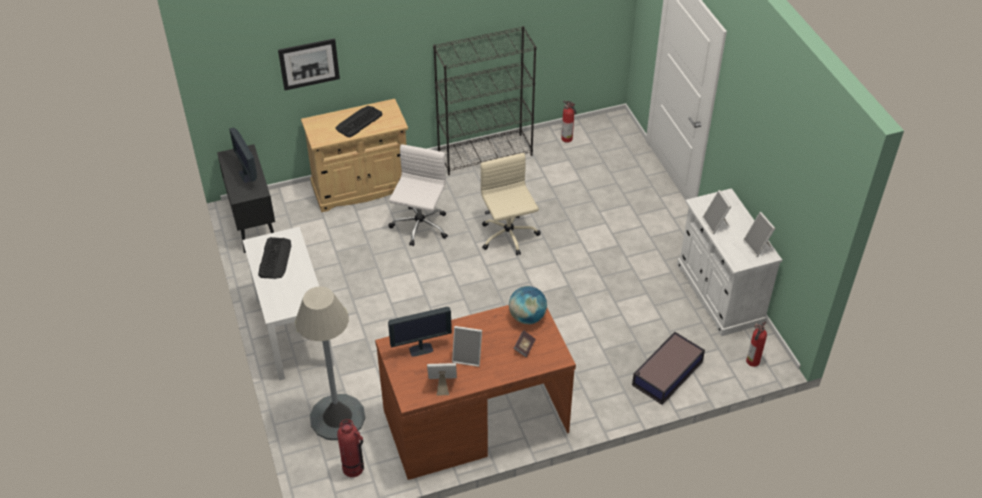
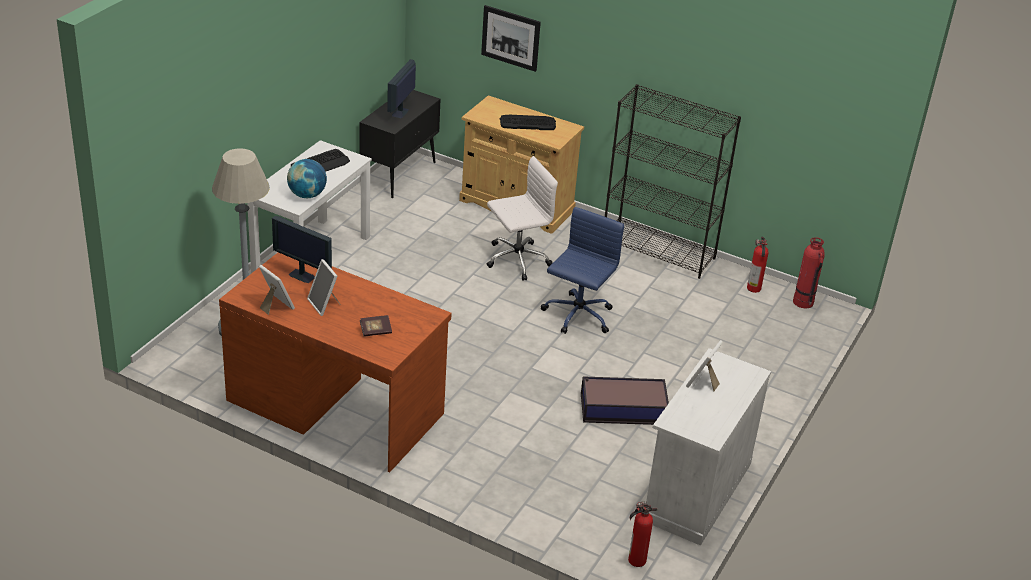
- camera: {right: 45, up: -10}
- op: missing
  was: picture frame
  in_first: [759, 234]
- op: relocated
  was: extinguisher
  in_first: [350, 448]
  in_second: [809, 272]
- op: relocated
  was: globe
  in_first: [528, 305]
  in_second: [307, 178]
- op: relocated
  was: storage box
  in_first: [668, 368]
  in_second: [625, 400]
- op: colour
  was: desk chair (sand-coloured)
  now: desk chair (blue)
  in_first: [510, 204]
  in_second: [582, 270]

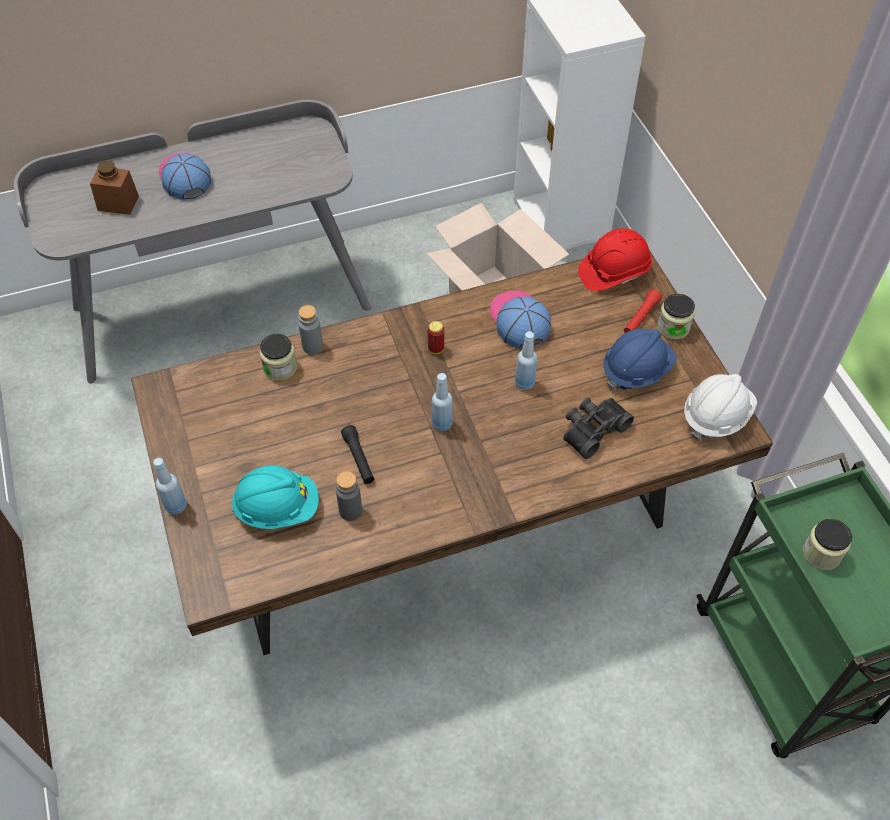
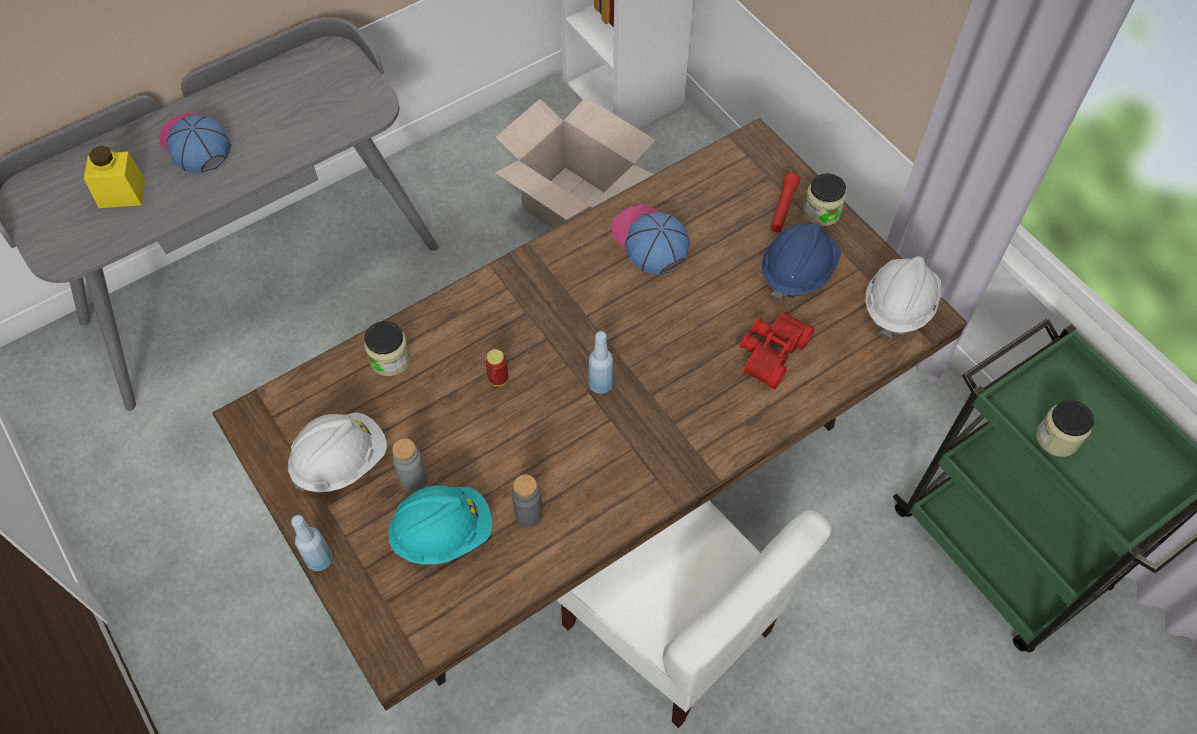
- camera: {right: -15, up: 5}
- op: missing
  was: torch (blackish)
  in_first: [357, 454]
- op: missing
  was: beverage bottle (blue)
  in_first: [526, 360]
- op: missing
  was: safety helmet (red-coloured)
  in_first: [615, 259]
- op: appeared
  now: safety helmet (whitish)
  in_second: [337, 452]
- op: appeared
  now: plain chair (whitish)
  in_second: [695, 614]
- op: relocated
  was: beverage bottle (greyish)
  in_first: [310, 329]
  in_second: [409, 465]
- op: relocated
  was: can
  in_first: [435, 337]
  in_second: [496, 367]
- op: colour
  was: storage jar (brown)
  now: storage jar (yellow-coloured)
  in_first: [114, 188]
  in_second: [114, 176]
- op: colour
  was: pair of binoculars (blackish)
  now: pair of binoculars (red-coloured)
  in_first: [598, 428]
  in_second: [777, 350]

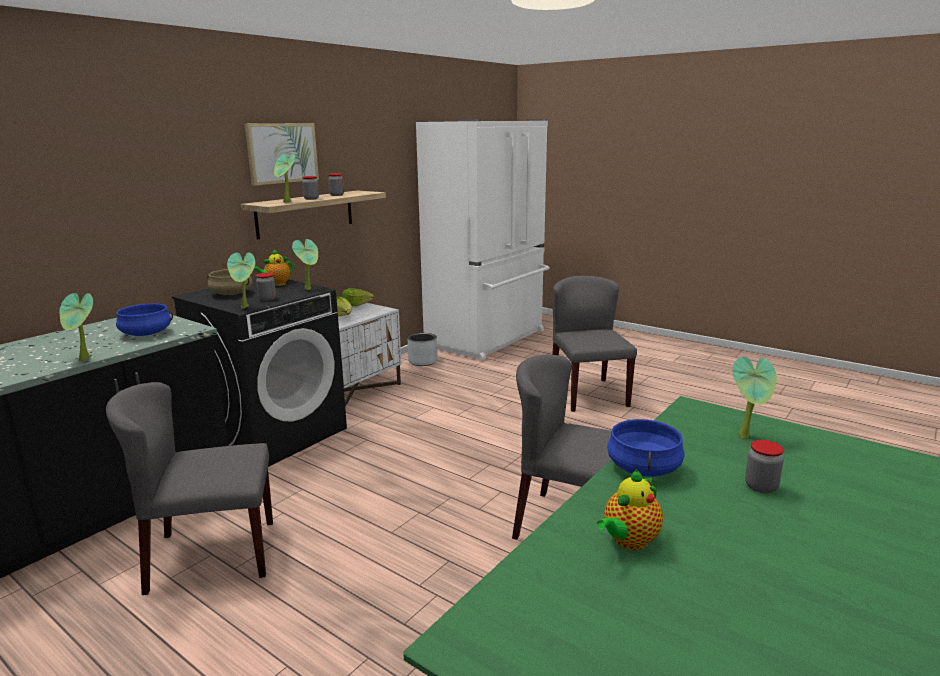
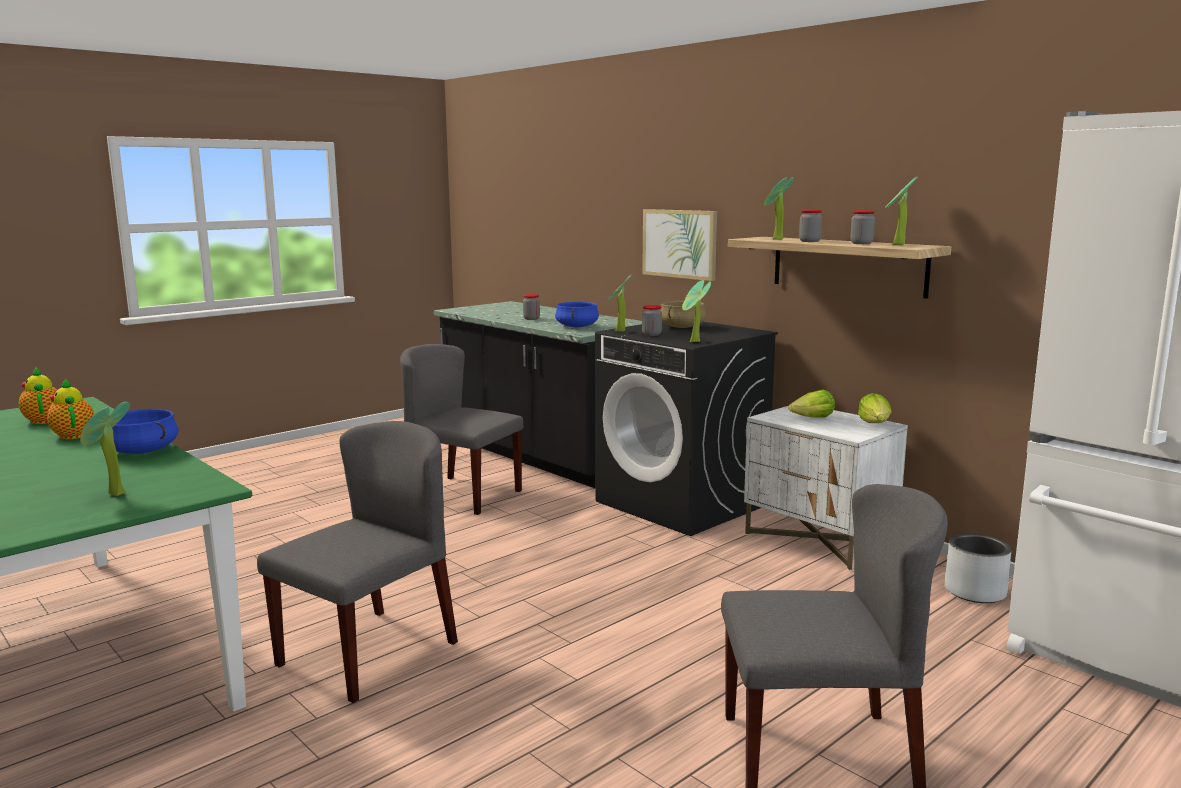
- camera: {right: 100, up: -5}
- op: relocated
  was: houseplant
  in_first: [76, 327]
  in_second: [901, 210]
- op: relocated
  was: picture
  in_first: [281, 154]
  in_second: [679, 245]
- op: relocated
  was: tea pot
  in_first: [274, 267]
  in_second: [37, 395]
- op: relocated
  was: storage jar
  in_first: [764, 467]
  in_second: [531, 307]
- op: spun
  was: plain chair (greyish)
  in_first: [189, 488]
  in_second: [461, 429]
  clockwise: -60

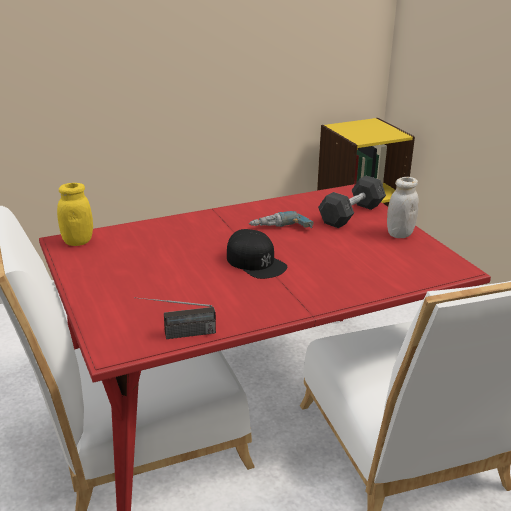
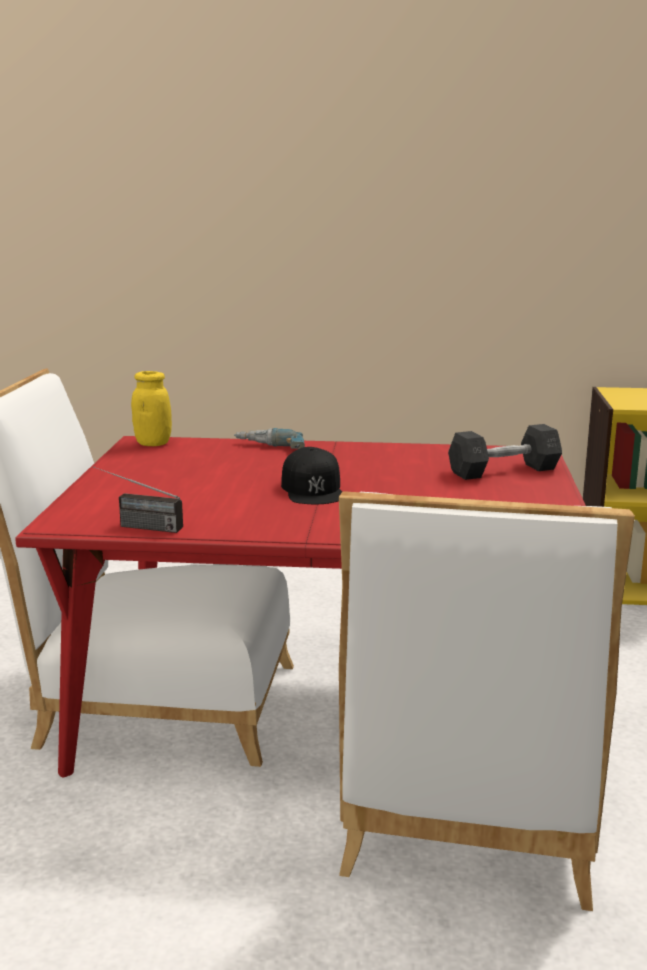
- camera: {right: 30, up: -10}
- op: missing
  was: storage jar (whitish)
  in_first: [403, 207]
- op: relocated
  was: drill
  in_first: [281, 219]
  in_second: [269, 438]

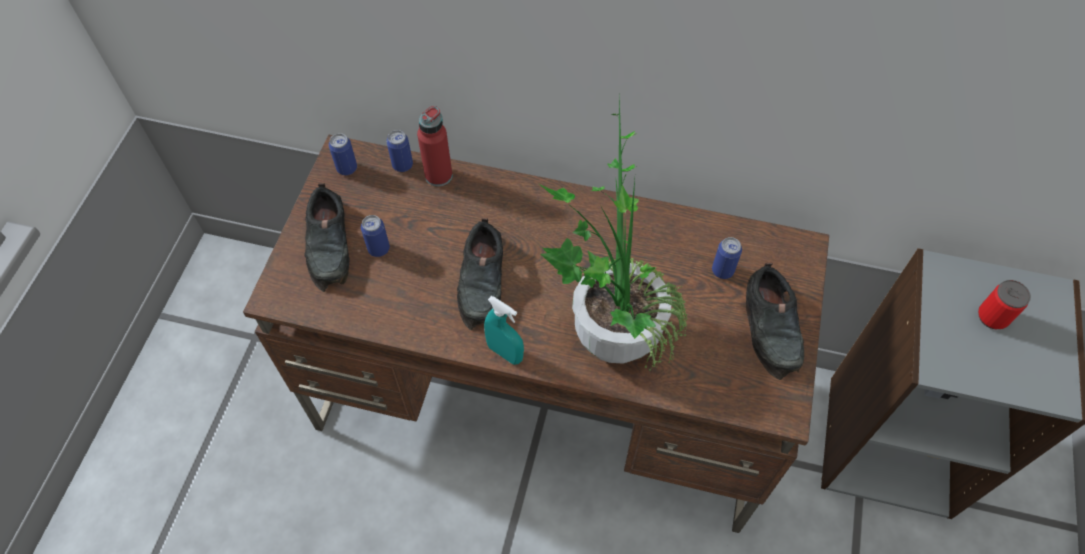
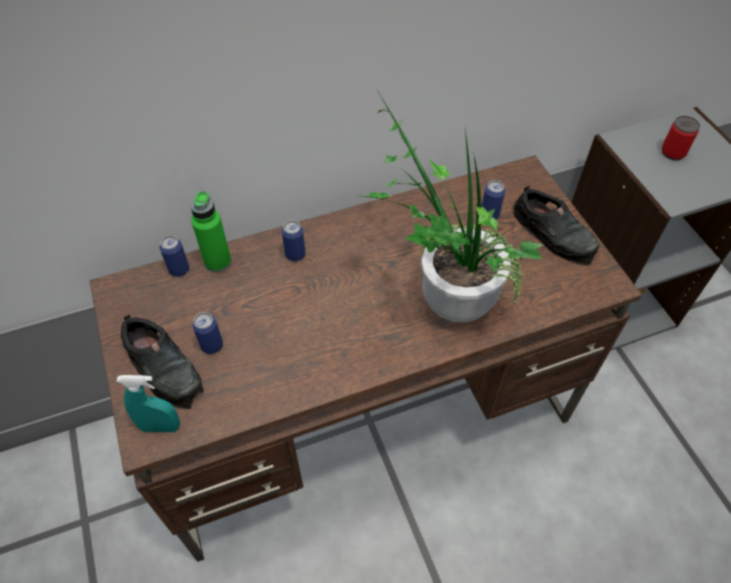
- camera: {right: -35, up: -5}
- op: missing
  was: shoe (blackish)
  in_first: [480, 274]
- op: relocated
  was: can
  in_first: [343, 154]
  in_second: [293, 240]
- op: relocated
  was: spray bottle (turquoise-coloured)
  in_first: [504, 330]
  in_second: [148, 403]
- op: colour
  was: beverage bottle (red-coloured)
  now: beverage bottle (greenish)
  in_first: [435, 146]
  in_second: [211, 231]

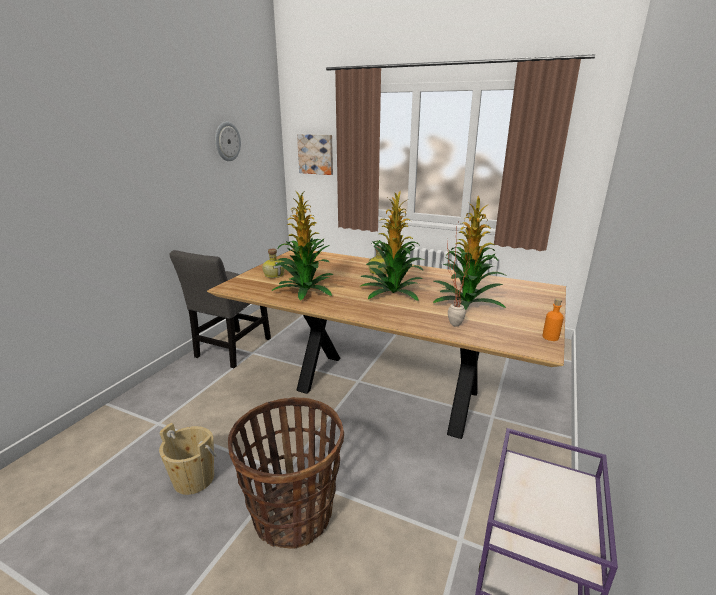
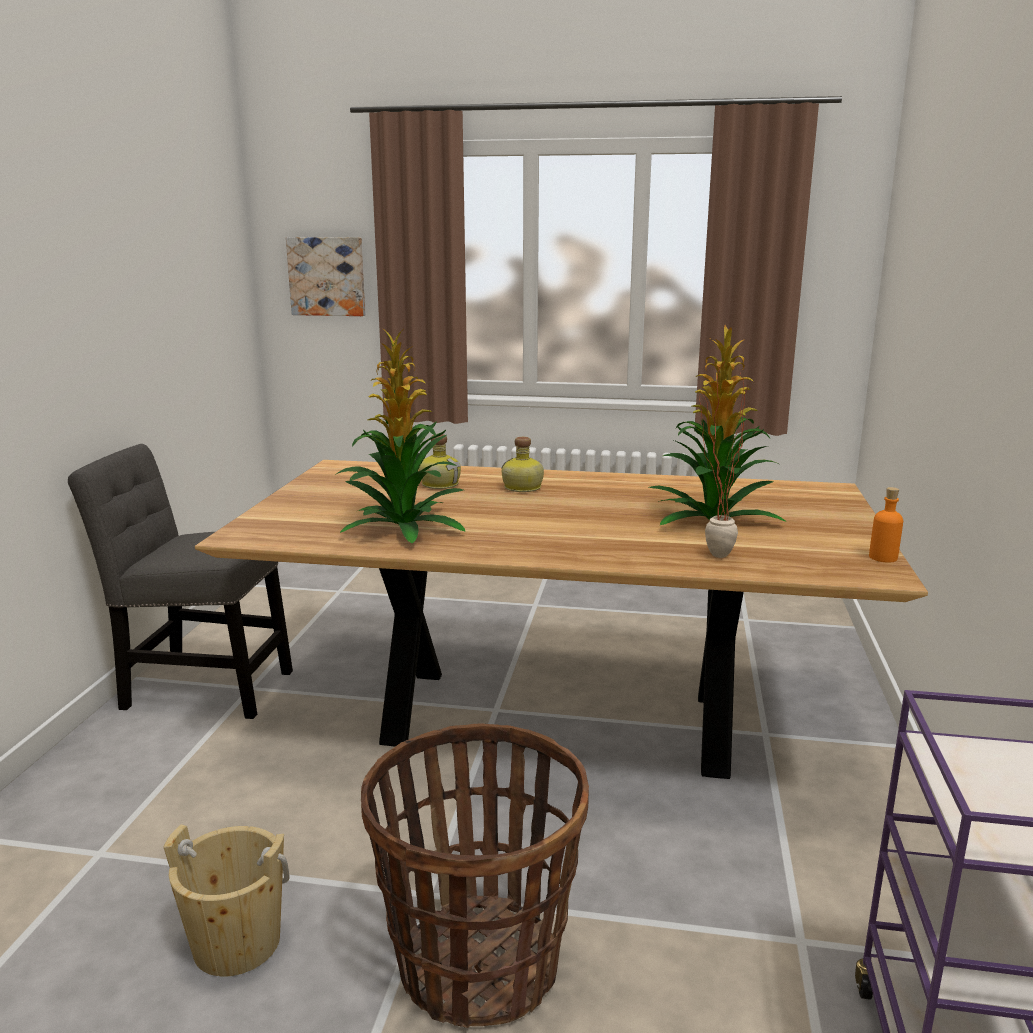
- camera: {right: -15, up: -5}
- op: missing
  was: hanging clock
  in_first: [228, 141]
- op: missing
  was: houseplant
  in_first: [392, 246]
- op: relocated
  was: beverage bottle
  in_first: [273, 263]
  in_second: [440, 461]
- op: spun
  was: plain chair (greyish)
  in_first: [220, 309]
  in_second: [180, 581]
  clockwise: 90

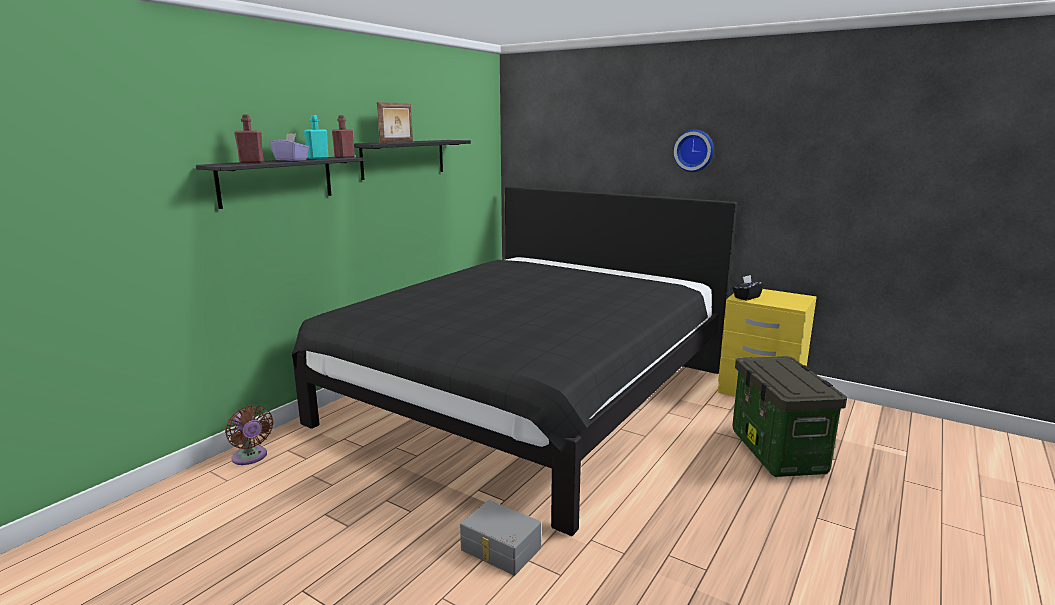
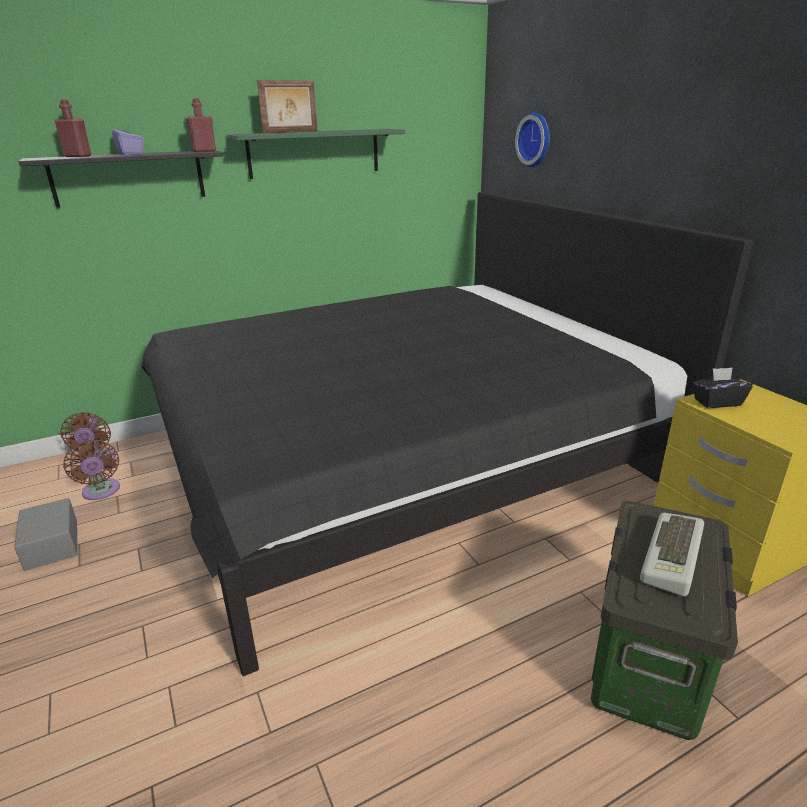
- camera: {right: 30, up: 10}
- op: missing
  was: beverage bottle (turquoise-coloured)
  in_first: [316, 137]
- op: appeared
  now: electric fan (brown)
  in_second: [91, 470]
- op: appeared
  now: keyboard
  in_second: [672, 554]
- op: relocated
  was: storage box (greyish)
  in_first: [500, 537]
  in_second: [45, 534]
- op: relocated
  was: hanging clock
  in_first: [693, 151]
  in_second: [532, 139]
- op: colour
  was: wall shelf (blackish)
  now: wall shelf (greenish)
  in_first: [412, 160]
  in_second: [316, 154]

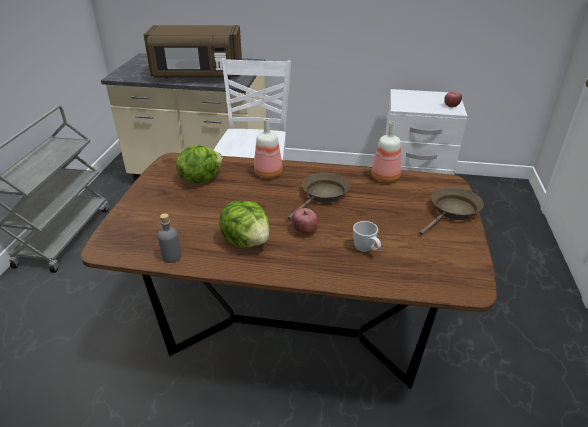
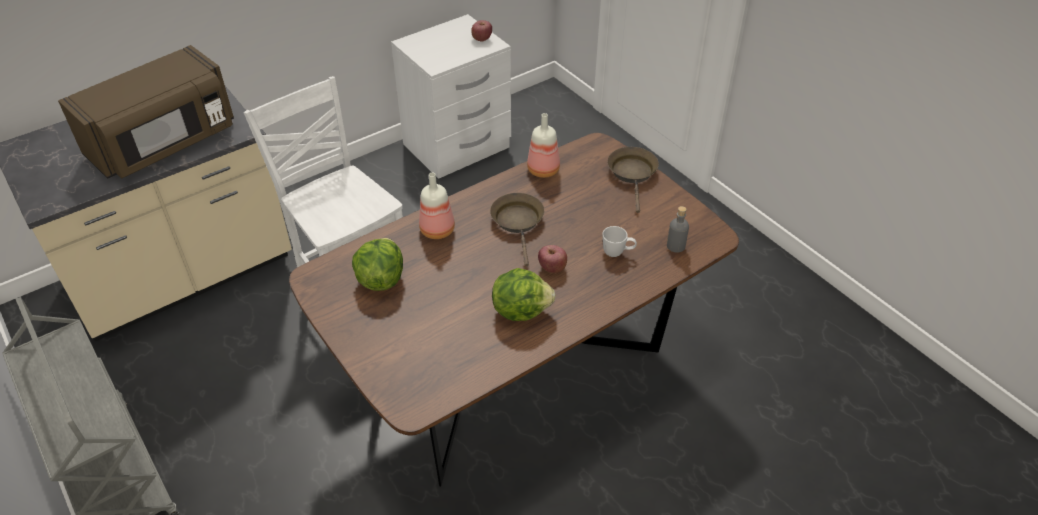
- camera: {right: -45, up: 10}
- op: relocated
  was: beverage bottle (greyish)
  in_first: [169, 238]
  in_second: [678, 229]

